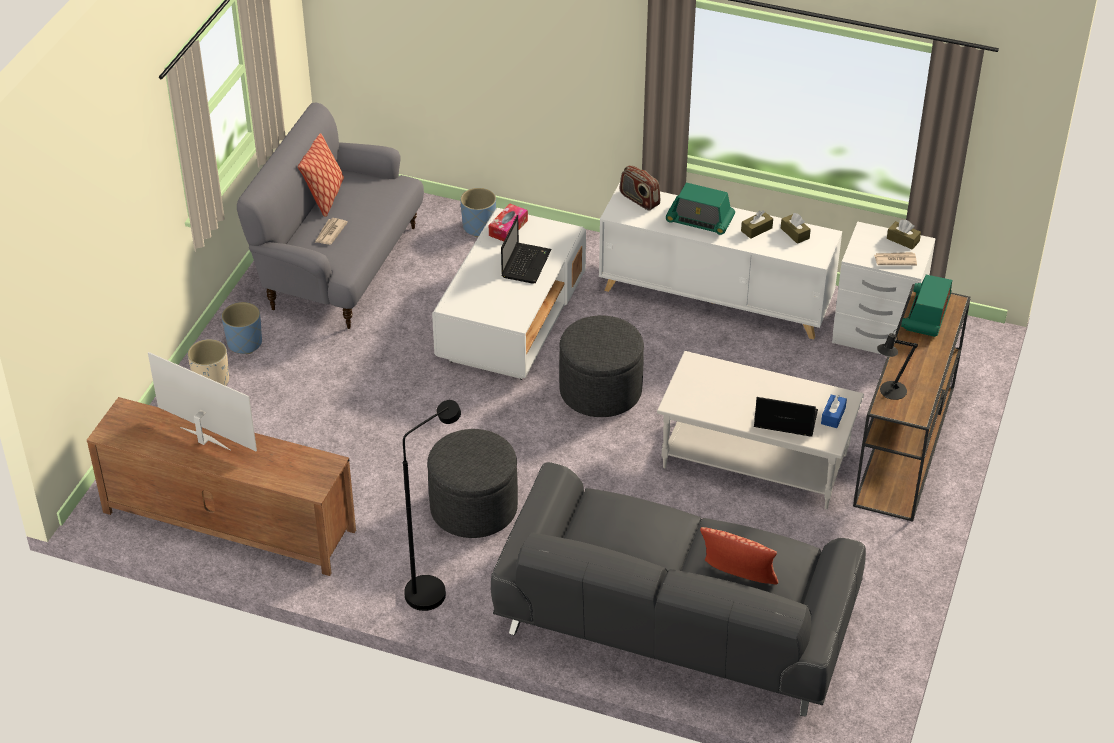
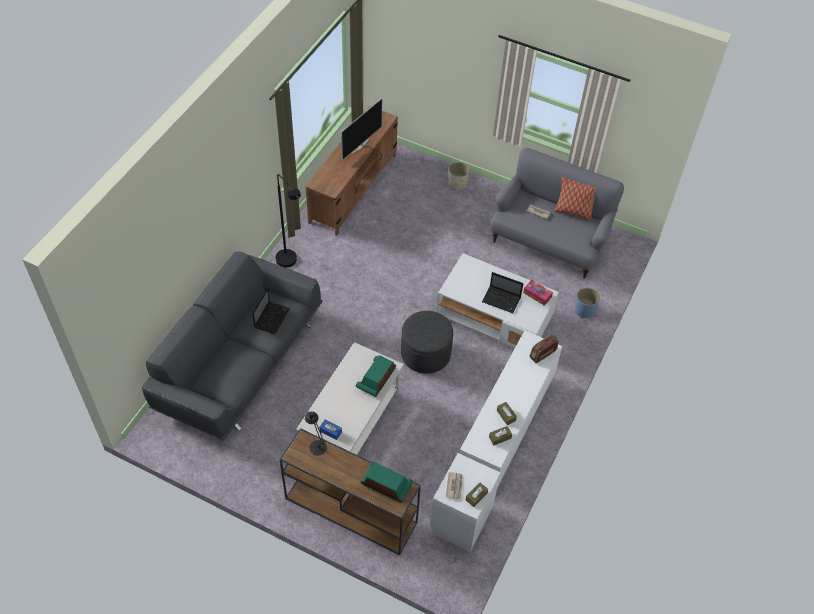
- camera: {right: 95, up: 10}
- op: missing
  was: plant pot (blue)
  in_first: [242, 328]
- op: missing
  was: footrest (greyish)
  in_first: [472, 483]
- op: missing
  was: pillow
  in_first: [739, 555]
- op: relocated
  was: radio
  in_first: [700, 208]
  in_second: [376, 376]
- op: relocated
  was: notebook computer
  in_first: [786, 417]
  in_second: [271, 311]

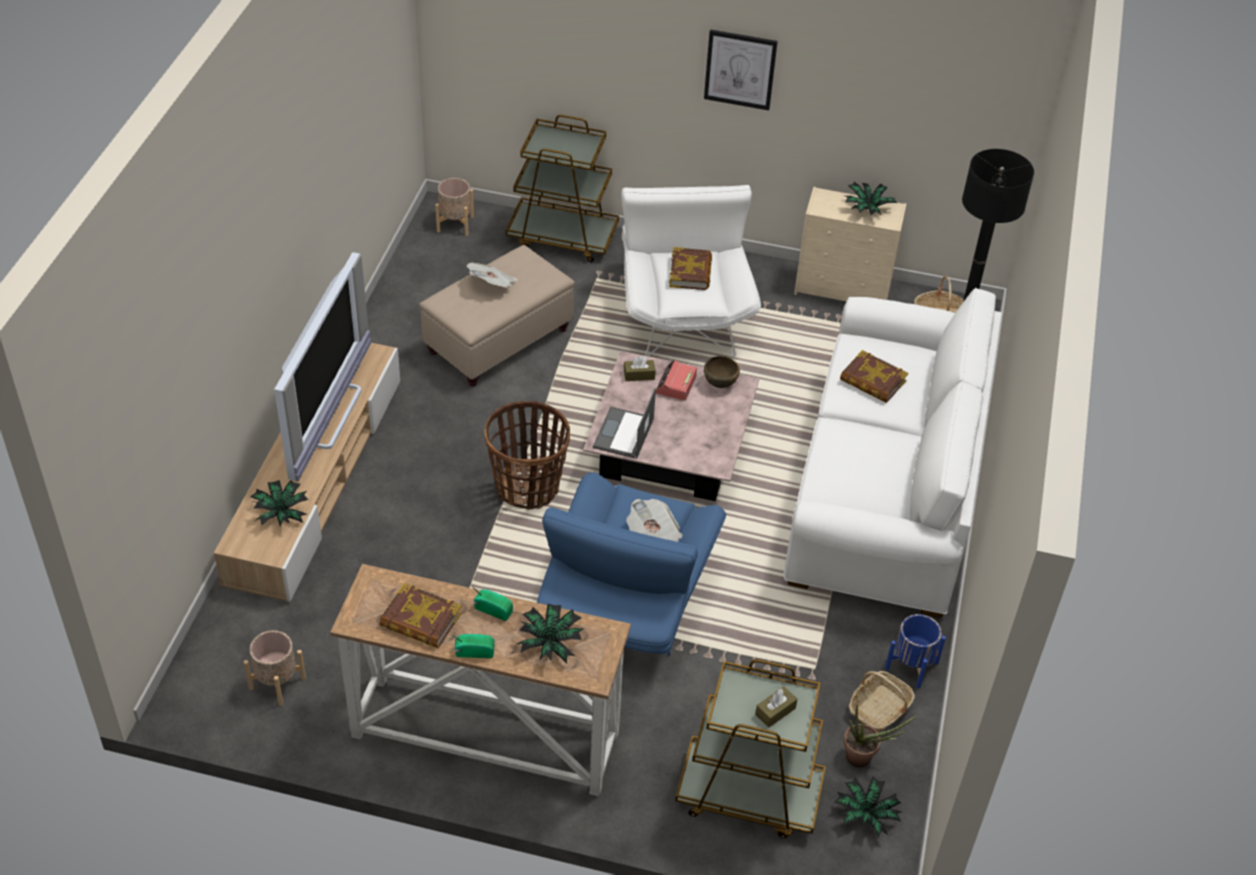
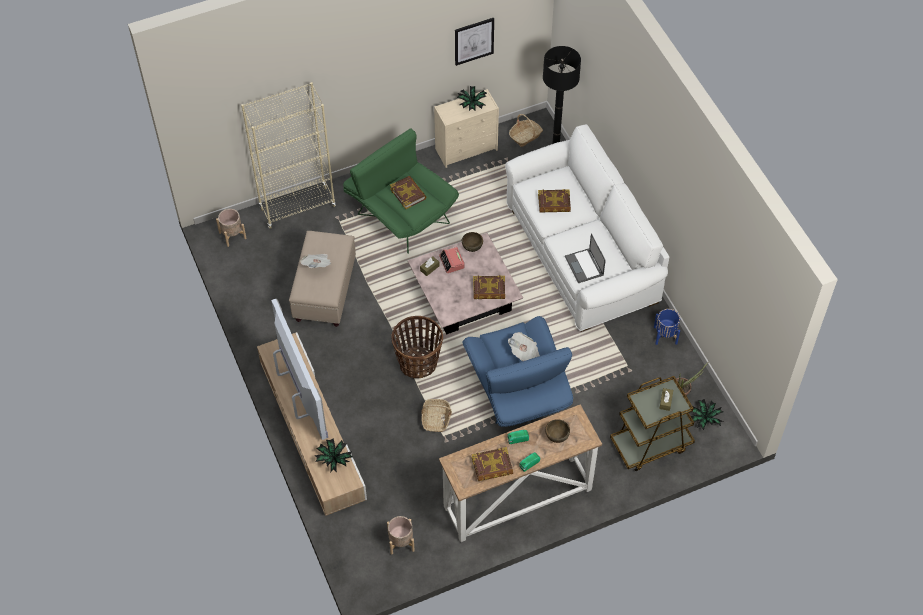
- camera: {right: -35, up: 10}
- op: appeared
  now: book
  in_second: [489, 287]
- op: relocated
  was: notebook computer
  in_first: [624, 423]
  in_second: [585, 258]
- op: relocated
  was: picture
  in_first: [741, 69]
  in_second: [474, 42]
- op: relocated
  was: storage basket
  in_first: [882, 701]
  in_second: [436, 415]
- op: exchanged
  was: wheeled cart (brown)
  now: shelving unit (sand-coloured)
  in_first: [562, 188]
  in_second: [288, 155]
- op: exchanged
  was: houseplant
  now: deep dish (brown)
  in_first: [550, 634]
  in_second: [557, 431]
- op: colour
  was: lounge chair (whitish)
  now: lounge chair (greenish)
  in_first: [691, 270]
  in_second: [401, 191]

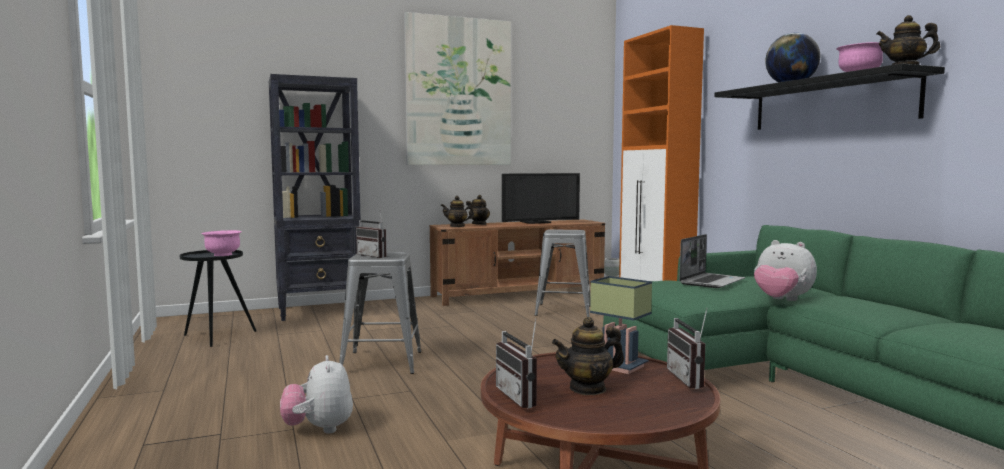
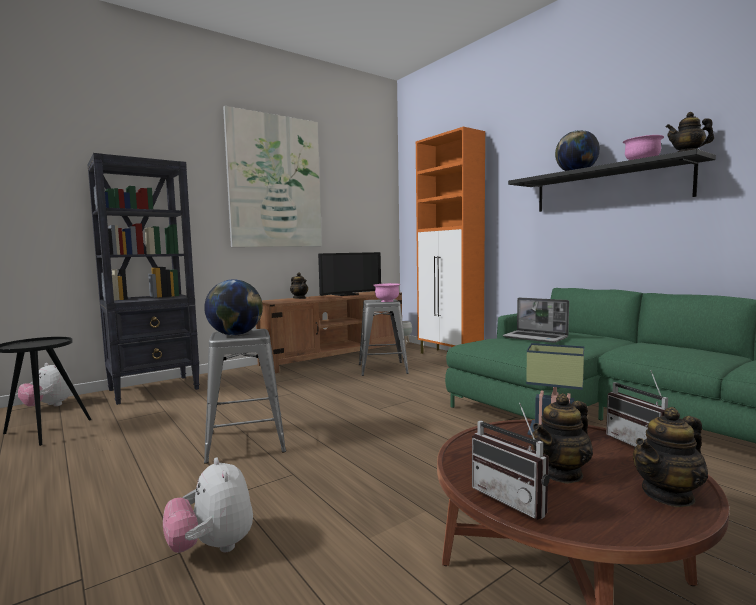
- camera: {right: -15, up: 0}
- op: relocated
  was: deep dish (pink)
  in_first: [221, 243]
  in_second: [386, 292]
- op: relocated
  was: tea pot
  in_first: [457, 211]
  in_second: [670, 457]
- op: relocated
  was: cuddly toy
  in_first: [785, 270]
  in_second: [45, 385]
- op: exchanged
  was: radio
  now: globe
  in_first: [371, 234]
  in_second: [233, 307]
- op: spun
  was: notebook computer
  in_first: [712, 261]
  in_second: [536, 320]
  clockwise: 105

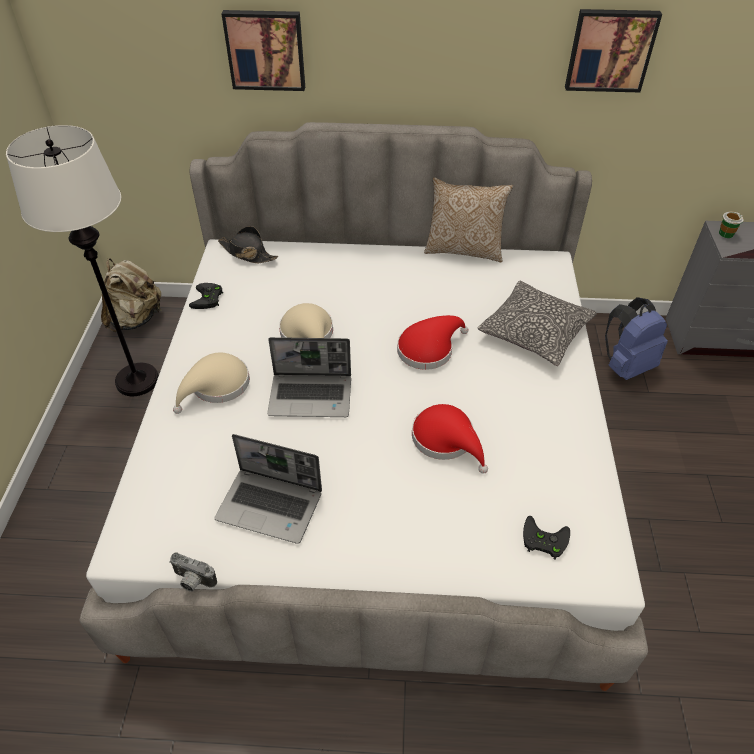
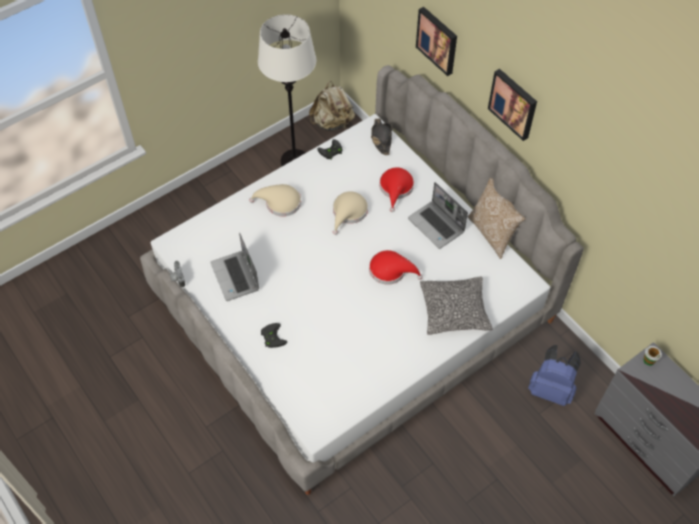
- camera: {right: 50, up: 10}
- op: relocated
  was: notebook computer
  in_first: [309, 377]
  in_second: [438, 215]
- op: relocated
  was: hat (red-coloured)
  in_first: [450, 439]
  in_second: [396, 189]
- op: relocated
  was: game controller (blackish)
  in_first: [546, 538]
  in_second: [274, 335]
- op: relocated
  was: picture
  in_first: [613, 50]
  in_second: [512, 105]

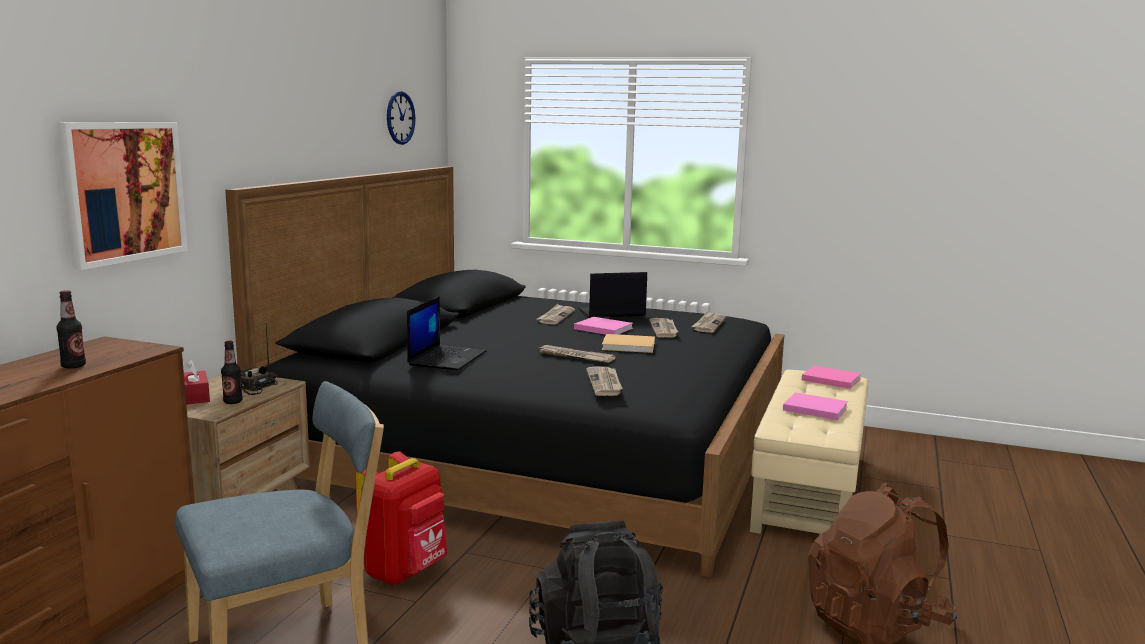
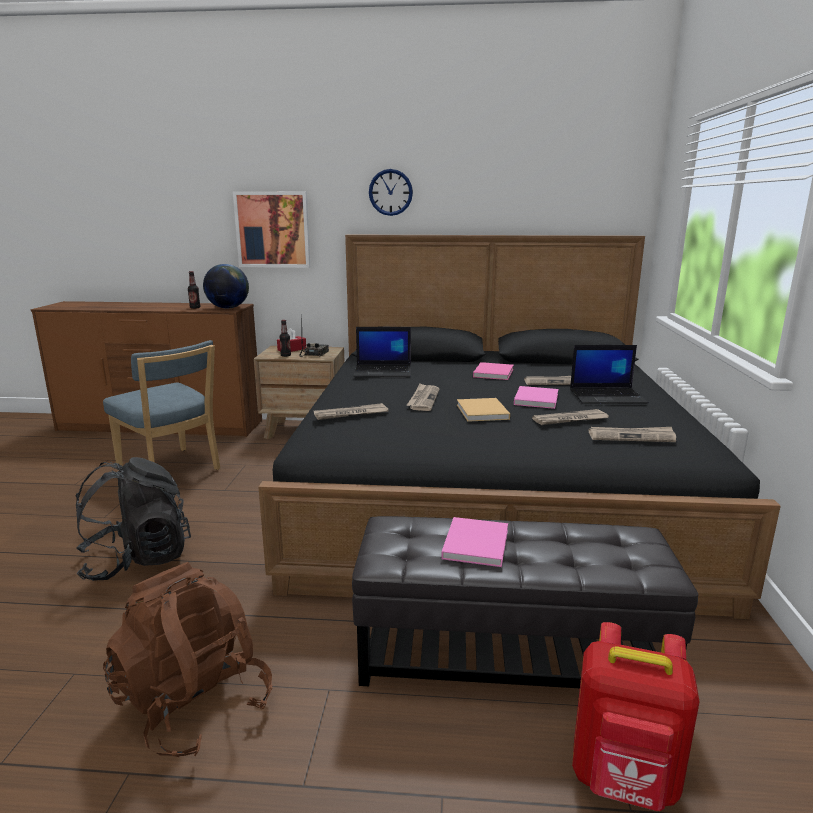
- camera: {right: 75, up: 5}
- op: appeared
  now: globe
  in_second: [226, 286]
- op: relocated
  was: knapsack (red-coloured)
  in_first: [401, 518]
  in_second: [636, 716]
- op: relocated
  was: hanging clock
  in_first: [401, 118]
  in_second: [391, 192]
- op: relocated
  was: book (pink)
  in_first: [832, 377]
  in_second: [493, 371]
- op: colour
  was: footrest (sand-coloured)
  now: footrest (blackish)
  in_first: [809, 452]
  in_second: [525, 602]
- op: spun
  was: notebook computer
  in_first: [612, 295]
  in_second: [609, 374]
  clockwise: 120

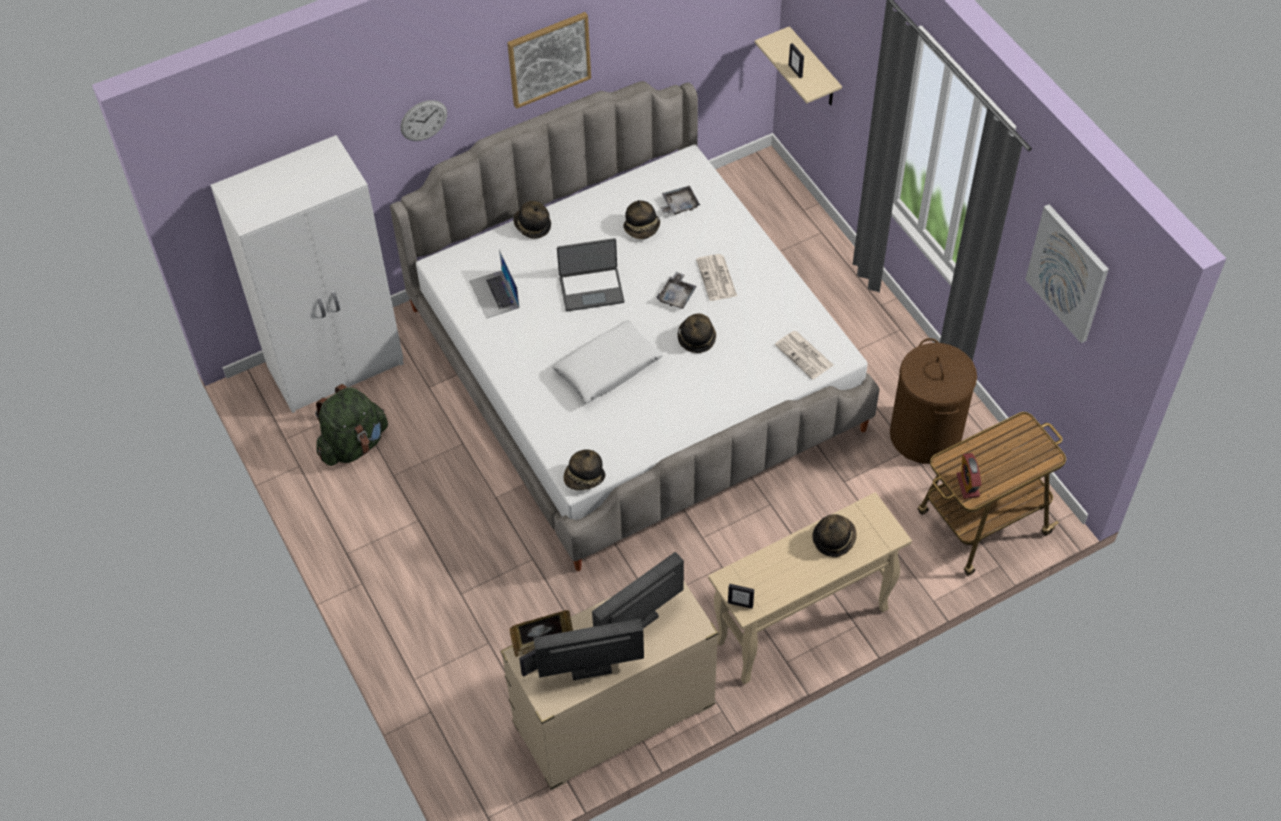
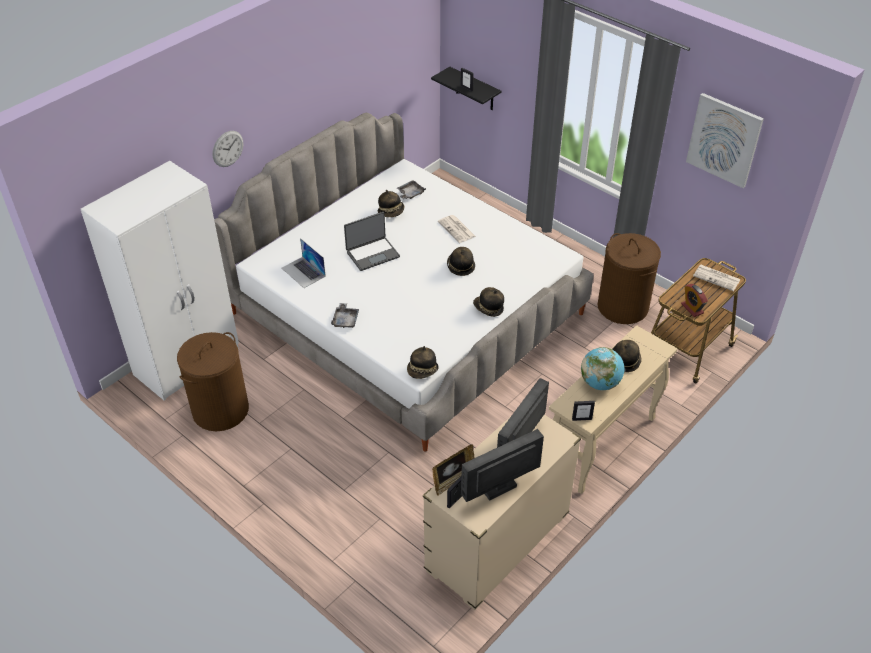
- camera: {right: -20, up: -10}
- op: missing
  was: picture
  in_first: [549, 60]
- op: missing
  was: pillow (whitish)
  in_first: [607, 361]
- op: appeared
  now: globe
  in_second: [602, 368]
- op: relocated
  was: hat
  in_first: [532, 220]
  in_second: [488, 302]
- op: relocated
  was: serving tray (greyish)
  in_first: [677, 290]
  in_second: [345, 315]
- op: relocated
  was: newspaper
  in_first: [804, 355]
  in_second: [717, 278]
- op: exchanged
  was: knapsack (greenish)
  now: laundry basket (brown)
  in_first: [351, 425]
  in_second: [213, 381]
- op: colour
  was: wall shelf (sand-coloured)
  now: wall shelf (blackish)
  in_first: [798, 65]
  in_second: [466, 88]

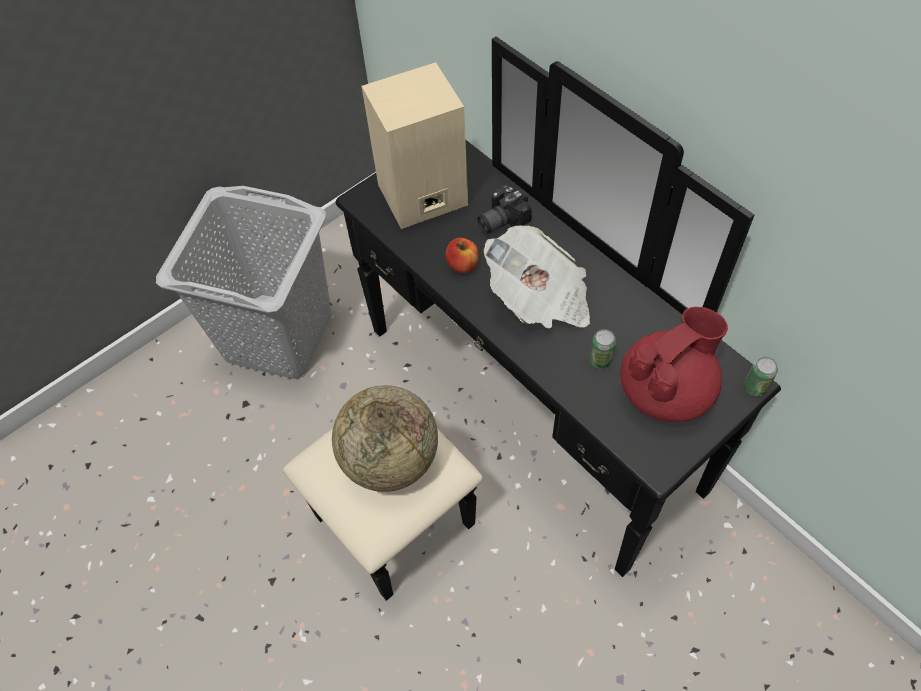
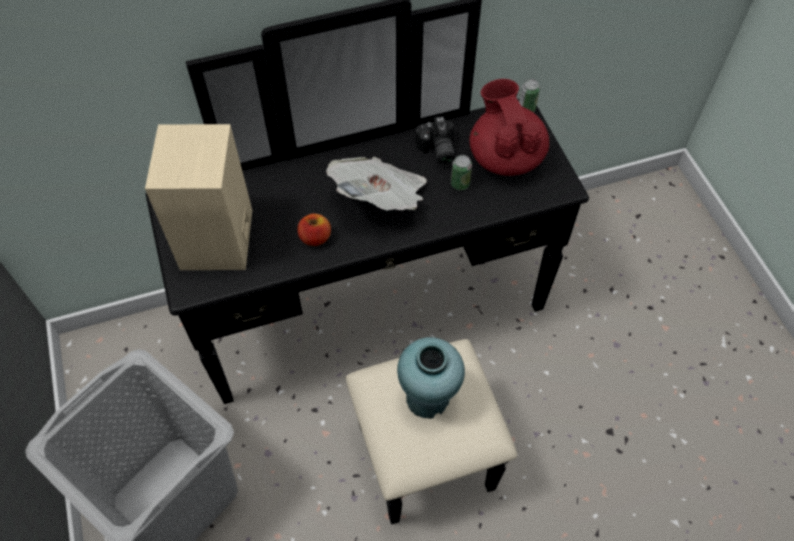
- camera: {right: -70, up: 0}
- op: relocated
  was: photo camera
  in_first: [504, 209]
  in_second: [435, 141]
- op: exchanged
  was: globe
  now: flower vase (turquoise-coloured)
  in_first: [385, 438]
  in_second: [431, 378]

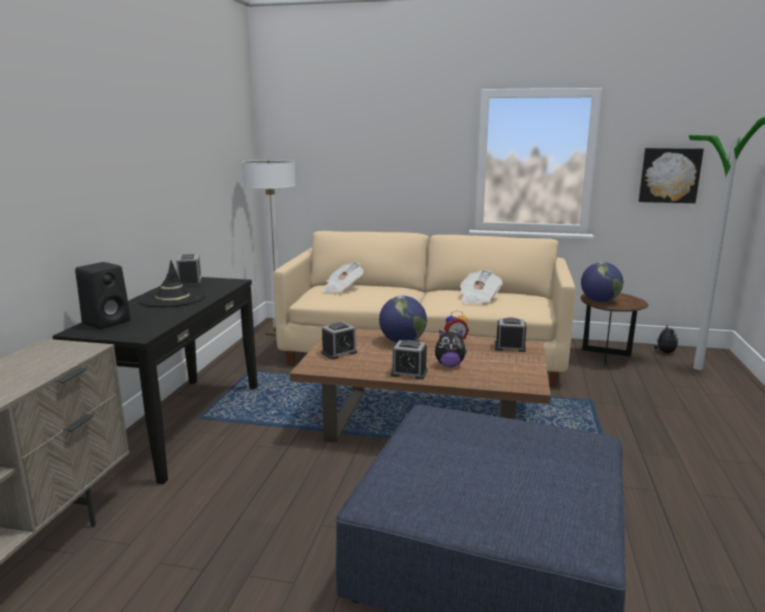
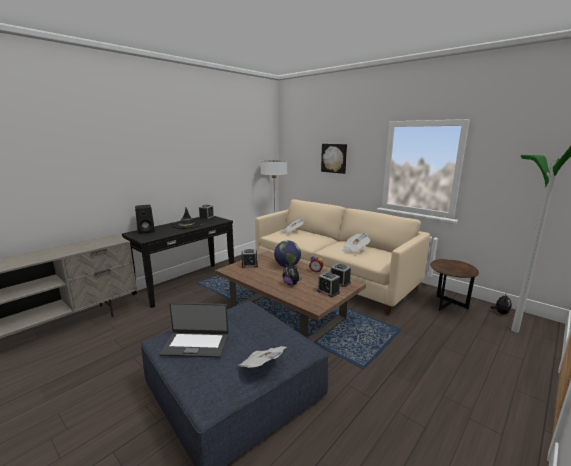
- camera: {right: 30, up: 0}
- op: missing
  was: globe
  in_first: [602, 282]
- op: appeared
  now: notebook computer
  in_second: [194, 330]
- op: appeared
  now: newspaper
  in_second: [262, 357]
- op: relocated
  was: table clock
  in_first: [409, 360]
  in_second: [328, 284]
- op: relocated
  was: picture
  in_first: [671, 175]
  in_second: [334, 159]

